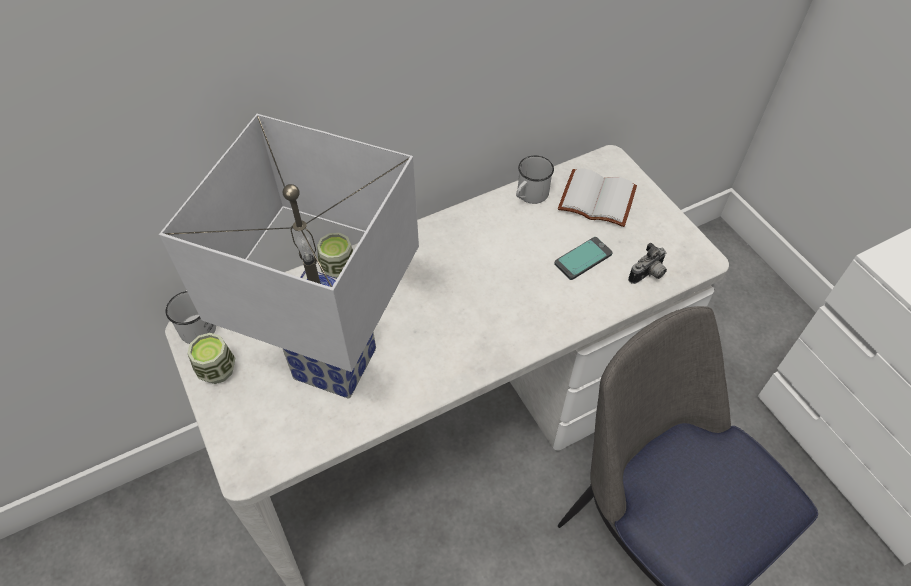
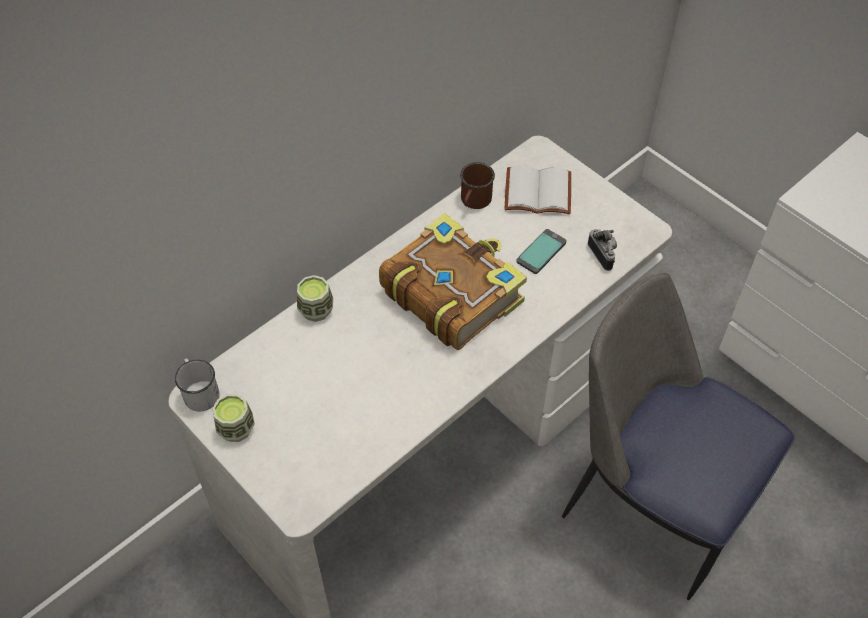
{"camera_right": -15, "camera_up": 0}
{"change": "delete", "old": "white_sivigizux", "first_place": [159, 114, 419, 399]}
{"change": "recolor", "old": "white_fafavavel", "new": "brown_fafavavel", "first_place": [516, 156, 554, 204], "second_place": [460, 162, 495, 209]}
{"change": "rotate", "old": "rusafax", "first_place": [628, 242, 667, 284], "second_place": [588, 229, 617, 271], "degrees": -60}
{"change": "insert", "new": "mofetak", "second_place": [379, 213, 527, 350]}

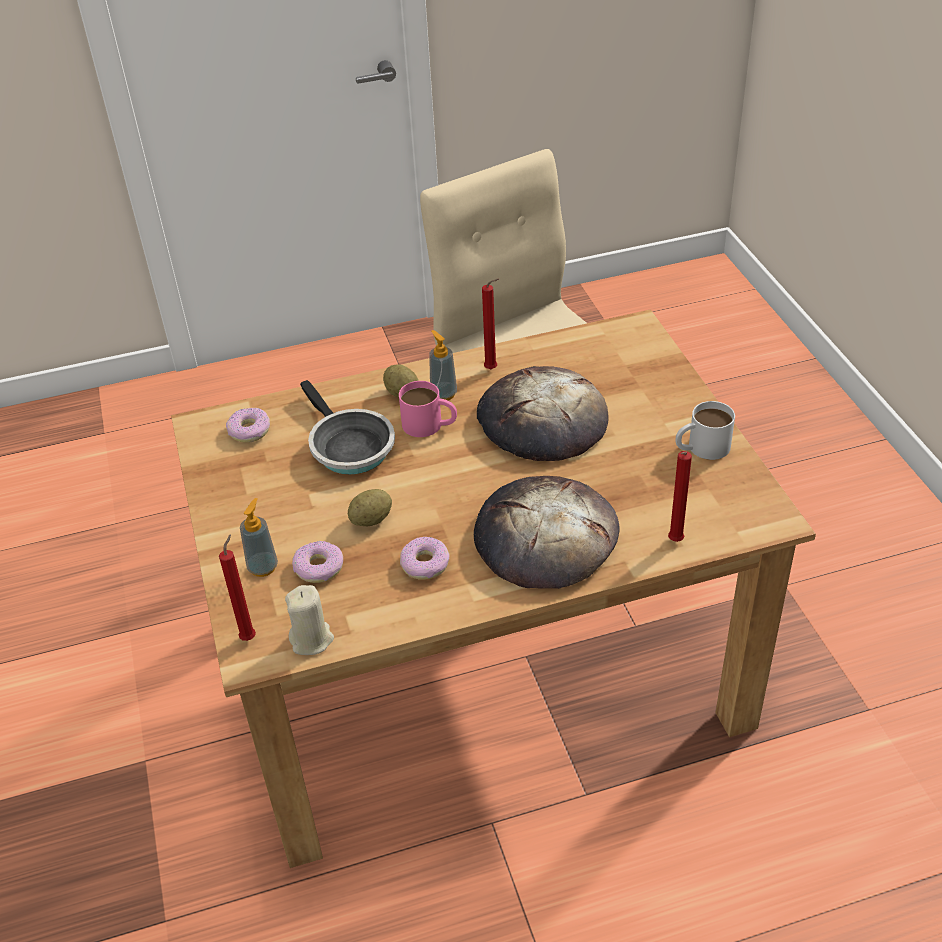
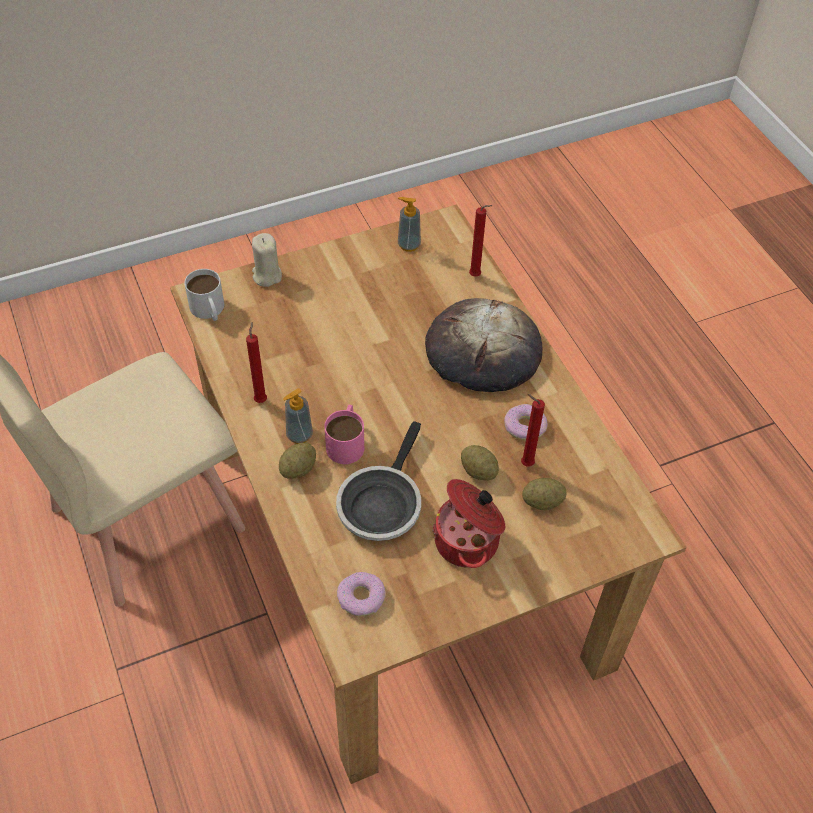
{"camera_right": -100, "camera_up": 10}
{"change": "delete", "old": "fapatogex", "first_place": [477, 366, 609, 461]}
{"change": "rotate", "old": "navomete", "first_place": [300, 380, 395, 475], "second_place": [336, 421, 421, 541], "degrees": 150}
{"change": "move", "old": "white_fafavavel", "first_place": [676, 401, 735, 460], "second_place": [184, 269, 224, 321]}
{"change": "move", "old": "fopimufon", "first_place": [240, 498, 278, 577], "second_place": [398, 197, 421, 252]}
{"change": "move", "old": "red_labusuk", "first_place": [219, 534, 256, 641], "second_place": [521, 394, 545, 467]}
{"change": "replace", "old": "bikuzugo", "new": "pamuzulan", "first_place": [292, 541, 343, 583], "second_place": [522, 478, 567, 510]}
{"change": "move", "old": "beige_labusuk", "first_place": [285, 585, 334, 655], "second_place": [252, 233, 282, 287]}
{"change": "insert", "new": "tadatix", "second_place": [432, 479, 505, 568]}

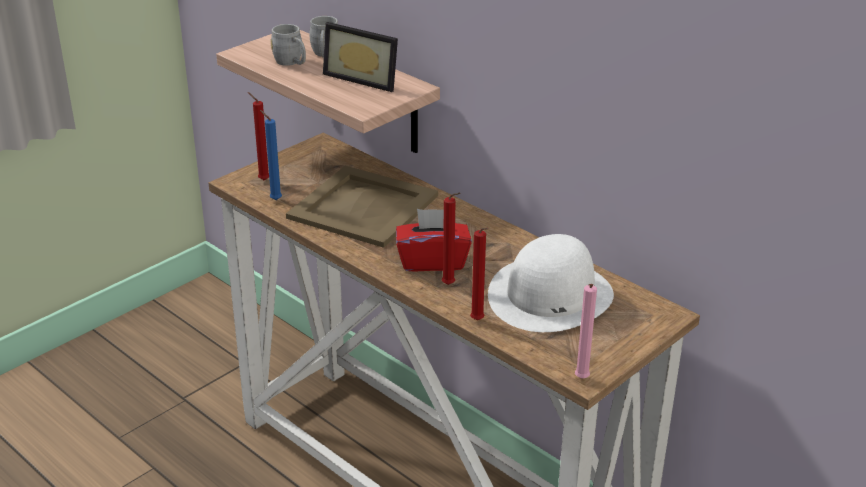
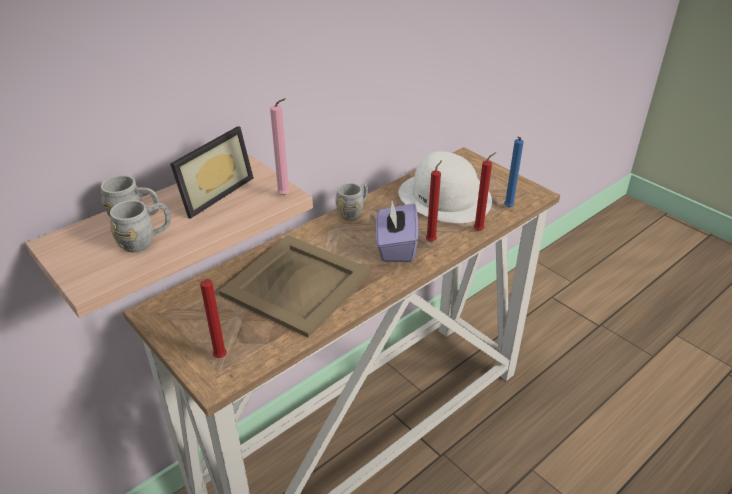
{"camera_right": -85, "camera_up": 5}
{"change": "move", "old": "blue_labusuk", "first_place": [260, 110, 282, 200], "second_place": [504, 137, 524, 207]}
{"change": "recolor", "old": "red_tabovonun", "new": "purple_tabovonun", "first_place": [396, 209, 472, 271], "second_place": [376, 201, 418, 262]}
{"change": "move", "old": "pink_labusuk", "first_place": [575, 284, 597, 379], "second_place": [270, 98, 290, 195]}
{"change": "insert", "new": "grey_fafavavel", "second_place": [335, 183, 368, 220]}

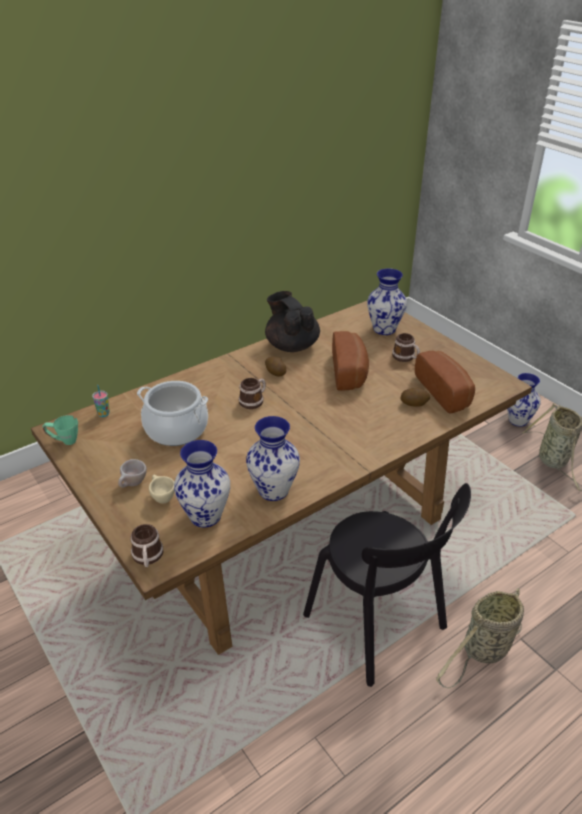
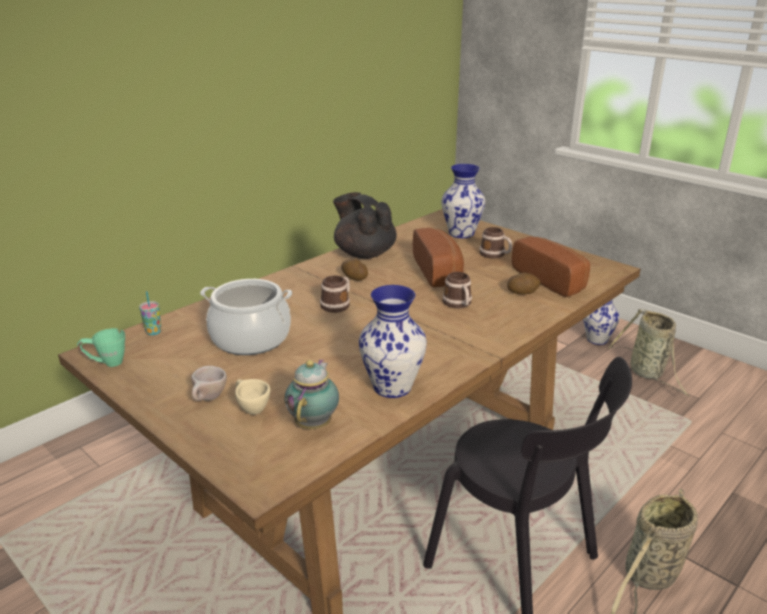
{"camera_right": -10, "camera_up": -10}
{"change": "replace", "old": "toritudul", "new": "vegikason", "first_place": [174, 440, 230, 528], "second_place": [284, 359, 339, 429]}
{"change": "move", "old": "fafavavel", "first_place": [130, 524, 163, 567], "second_place": [442, 272, 472, 308]}

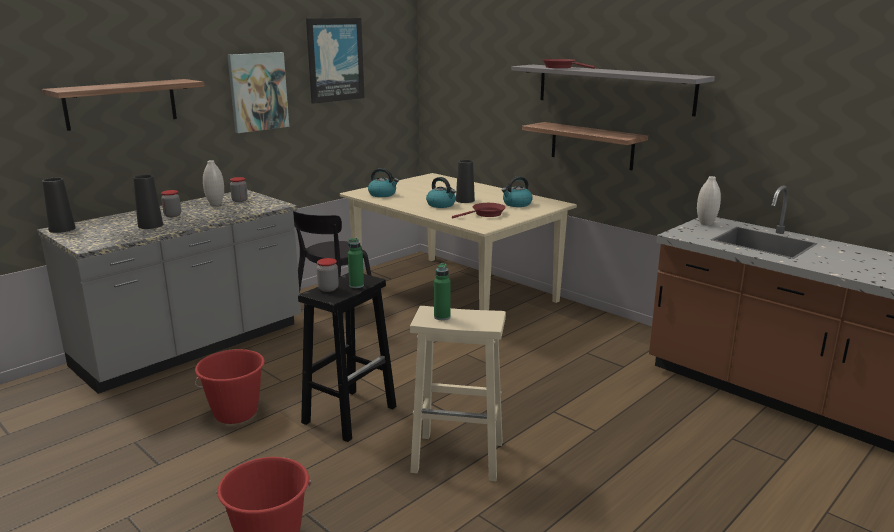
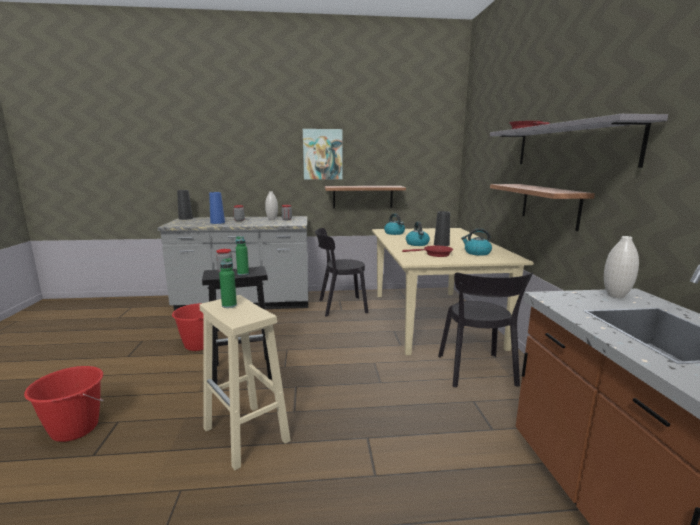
{"camera_right": 40, "camera_up": -5}
{"change": "delete", "old": "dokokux", "first_place": [306, 18, 364, 104]}
{"change": "move", "old": "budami", "first_place": [42, 79, 205, 131], "second_place": [325, 186, 406, 208]}
{"change": "recolor", "old": "black_toritudul", "new": "blue_toritudul", "first_place": [133, 175, 163, 229], "second_place": [209, 192, 225, 224]}
{"change": "insert", "new": "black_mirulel", "second_place": [438, 272, 533, 387]}

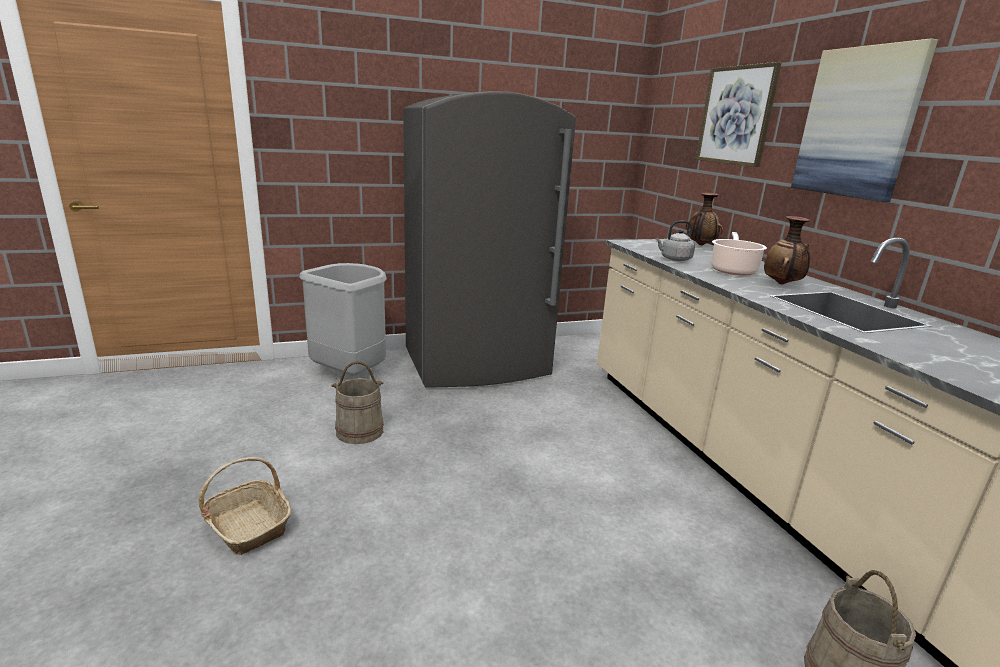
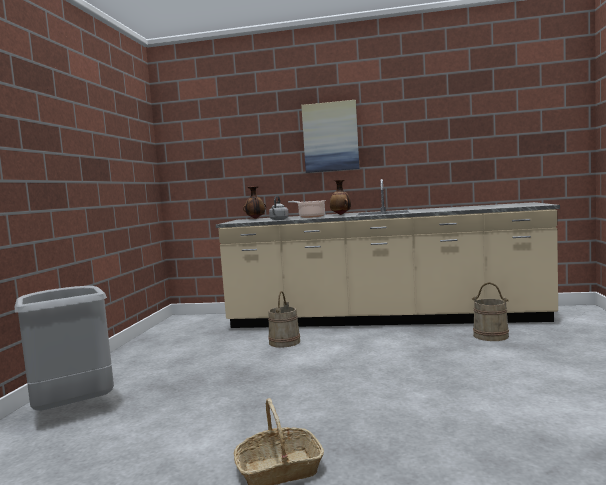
{"camera_right": -60, "camera_up": -15}
{"change": "delete", "old": "dokokux", "first_place": [696, 62, 782, 167]}
{"change": "delete", "old": "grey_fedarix", "first_place": [403, 91, 576, 388]}
{"change": "move", "old": "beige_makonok", "first_place": [331, 361, 384, 444], "second_place": [268, 291, 300, 348]}

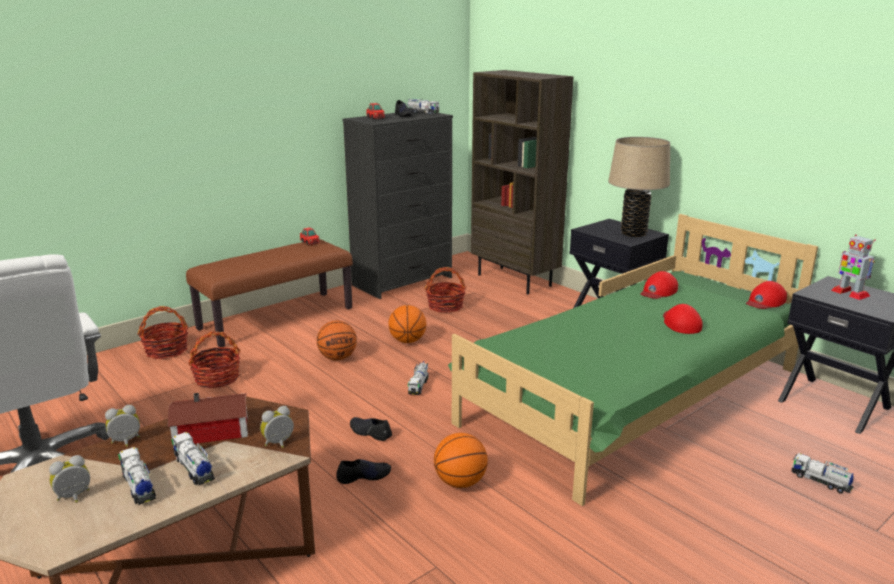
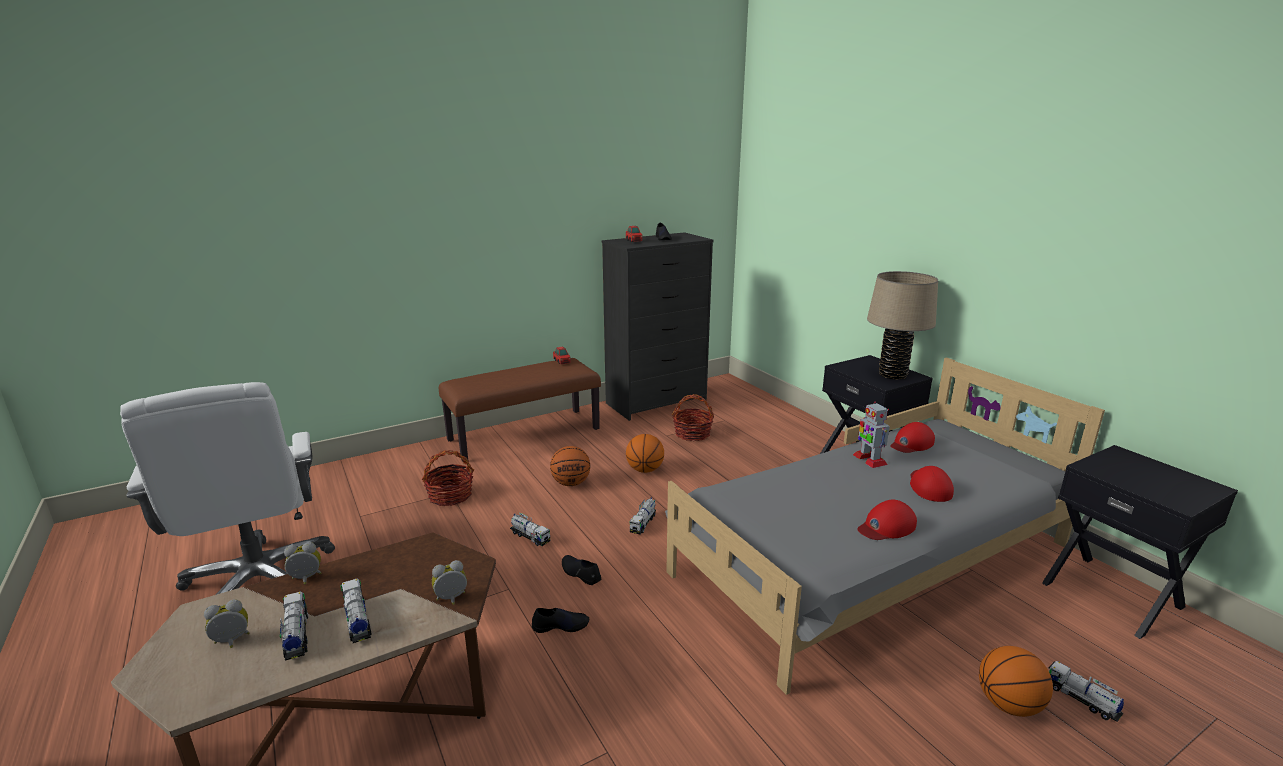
{"camera_right": 10, "camera_up": 0}
{"change": "delete", "old": "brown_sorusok", "first_place": [471, 70, 574, 295]}
{"change": "move", "old": "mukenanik", "first_place": [407, 98, 440, 115], "second_place": [510, 512, 550, 546]}
{"change": "recolor", "old": "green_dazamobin", "new": "grey_dazamobin", "first_place": [448, 214, 818, 506], "second_place": [665, 357, 1105, 695]}
{"change": "move", "old": "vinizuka", "first_place": [831, 235, 876, 300], "second_place": [853, 402, 890, 468]}
{"change": "move", "old": "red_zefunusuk", "first_place": [746, 281, 787, 309], "second_place": [857, 500, 917, 540]}
{"change": "delete", "old": "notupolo", "first_place": [137, 306, 188, 359]}
{"change": "delete", "old": "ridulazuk", "first_place": [167, 393, 248, 444]}
{"change": "move", "old": "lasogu", "first_place": [434, 433, 488, 488], "second_place": [979, 646, 1053, 717]}

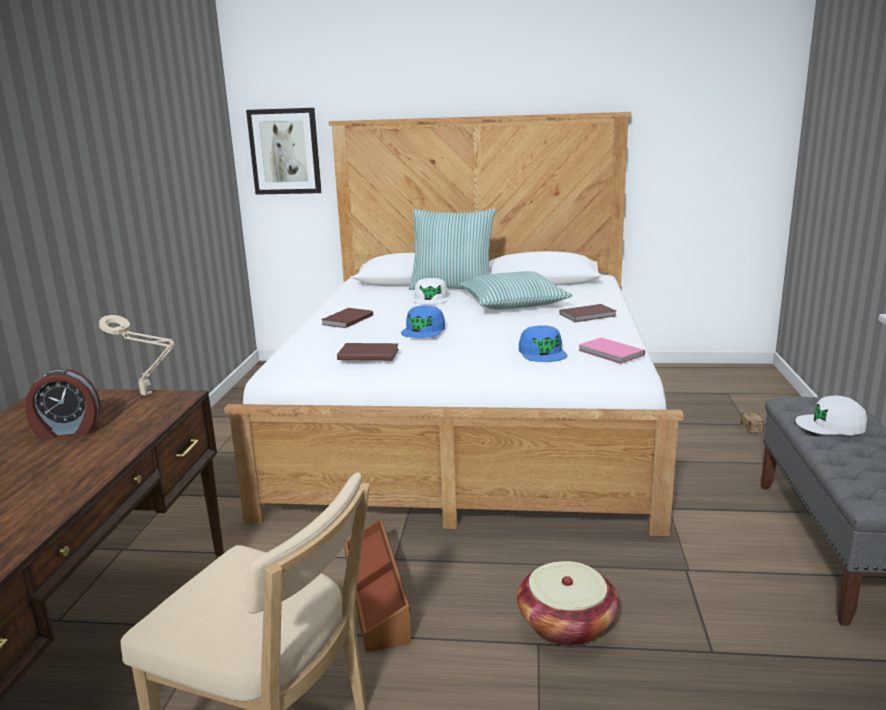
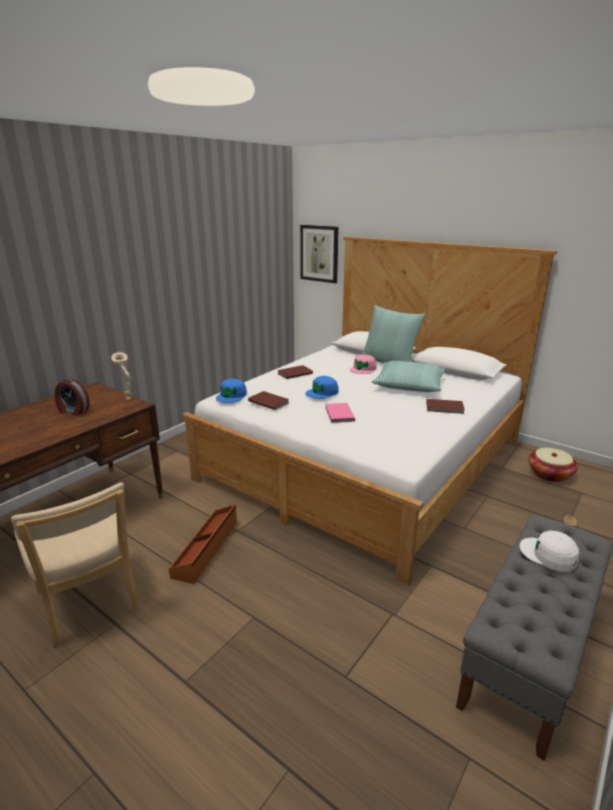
{"camera_right": 30, "camera_up": 5}
{"change": "recolor", "old": "white_zefunusuk", "new": "pink_zefunusuk", "first_place": [414, 278, 448, 304], "second_place": [350, 354, 376, 374]}
{"change": "move", "old": "blue_zefunusuk", "first_place": [519, 325, 567, 362], "second_place": [216, 379, 247, 403]}
{"change": "move", "old": "pink_mofetak", "first_place": [578, 337, 645, 364], "second_place": [325, 403, 355, 423]}
{"change": "move", "old": "notupolo", "first_place": [517, 561, 619, 646], "second_place": [528, 448, 578, 482]}

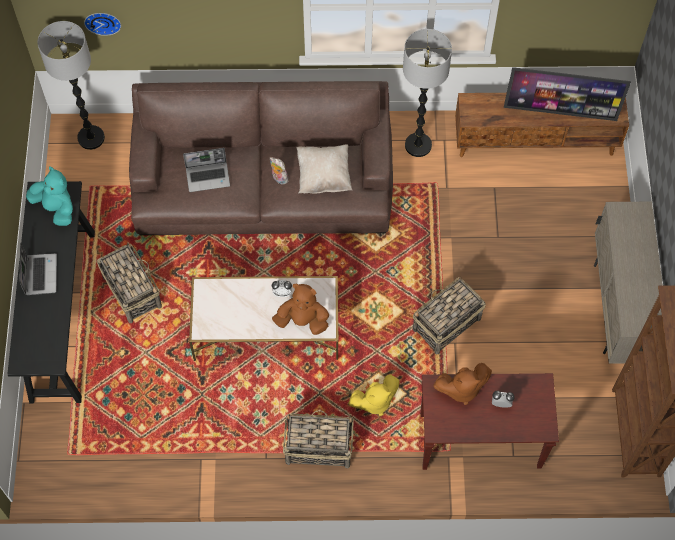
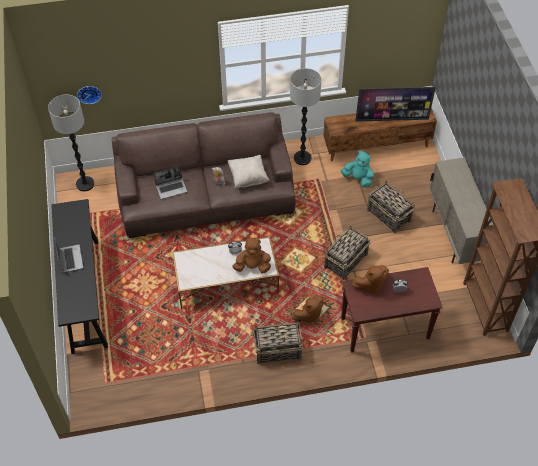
{"camera_right": -10, "camera_up": -10}
{"change": "move", "old": "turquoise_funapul", "first_place": [26, 166, 73, 226], "second_place": [341, 150, 374, 187]}
{"change": "move", "old": "notupolo", "first_place": [97, 242, 162, 323], "second_place": [367, 180, 415, 234]}
{"change": "recolor", "old": "yellow_funapul", "new": "brown_funapul", "first_place": [348, 375, 400, 416], "second_place": [292, 295, 324, 324]}

